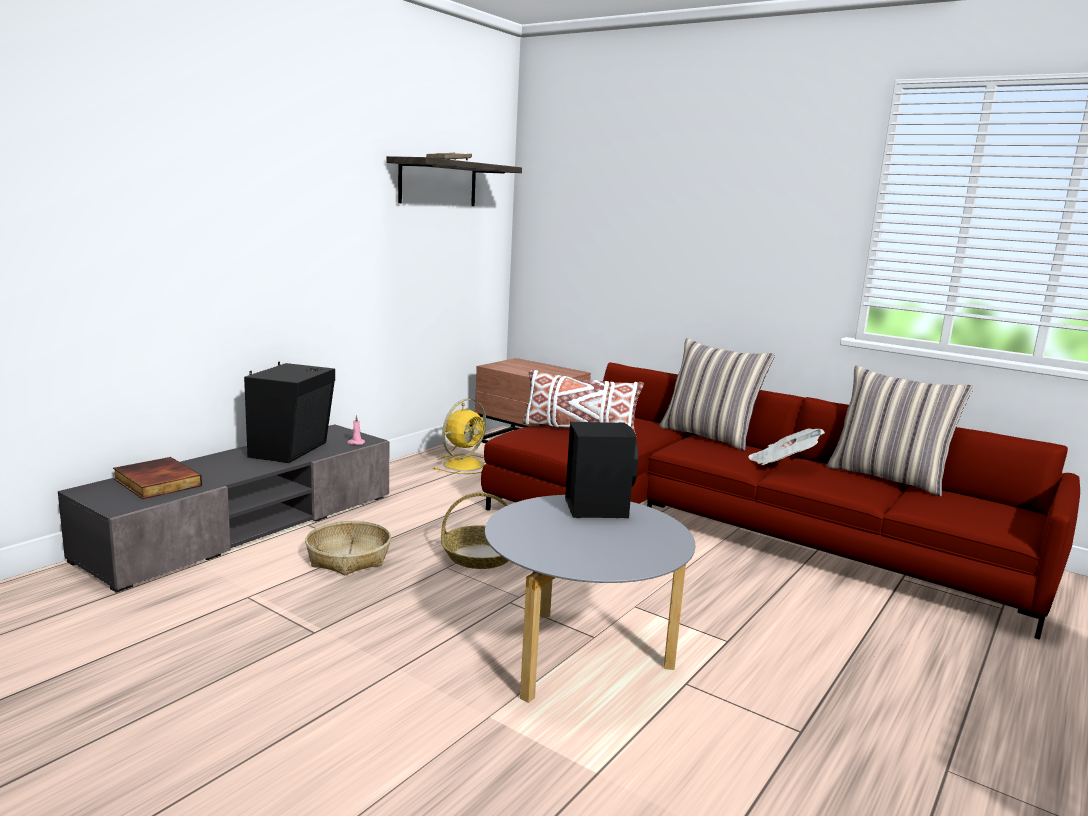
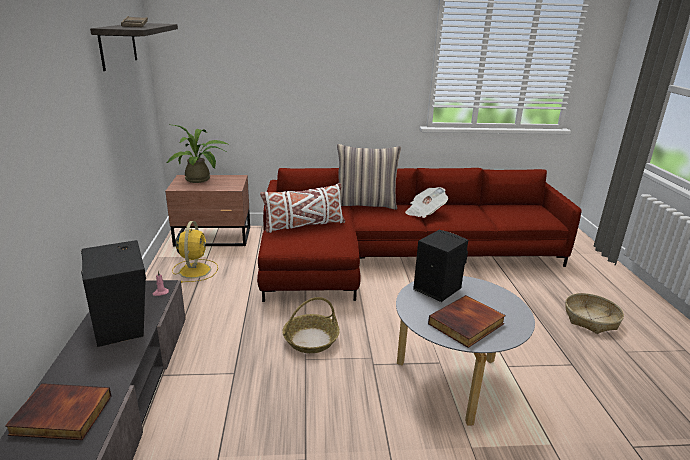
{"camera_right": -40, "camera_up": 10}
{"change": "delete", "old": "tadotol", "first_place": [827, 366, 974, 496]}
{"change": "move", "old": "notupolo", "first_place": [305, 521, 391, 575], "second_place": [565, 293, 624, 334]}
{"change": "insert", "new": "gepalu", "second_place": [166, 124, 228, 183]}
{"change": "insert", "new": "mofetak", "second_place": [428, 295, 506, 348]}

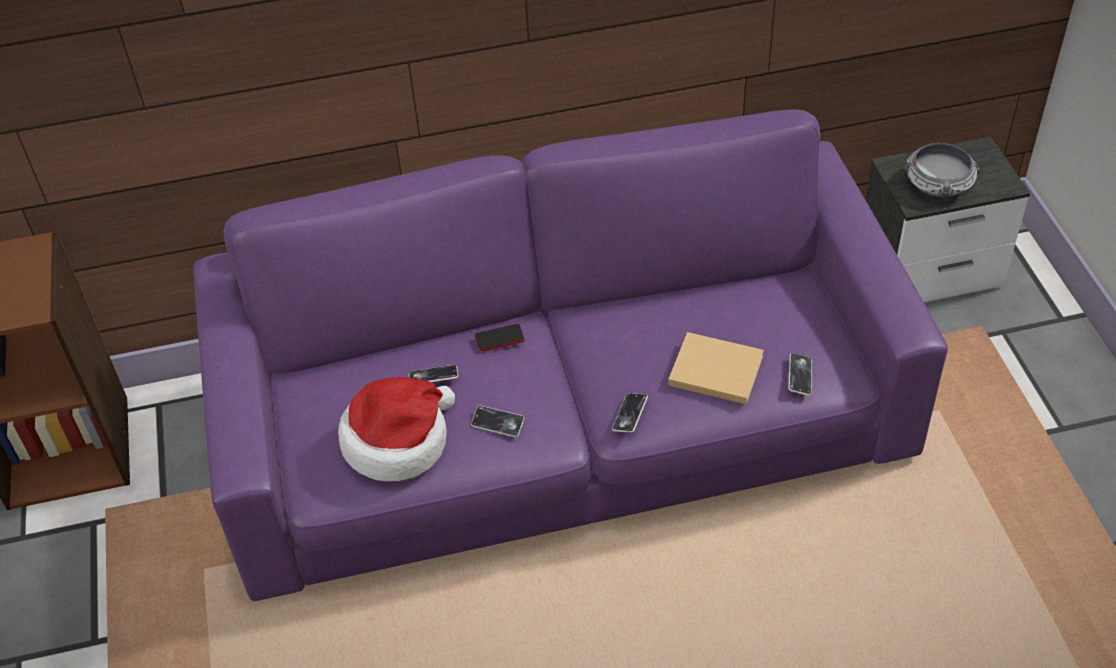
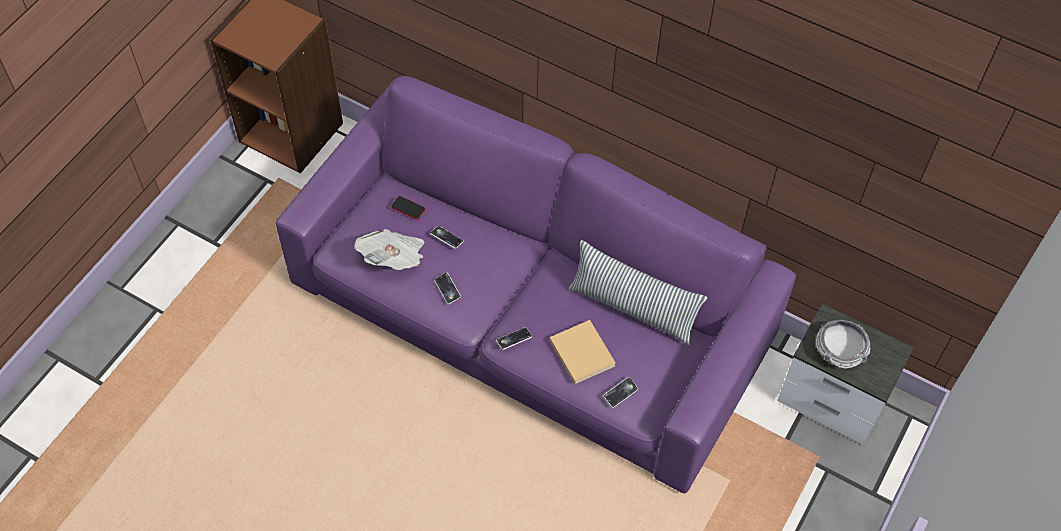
{"camera_right": 40, "camera_up": 10}
{"change": "move", "old": "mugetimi", "first_place": [474, 324, 525, 352], "second_place": [391, 196, 425, 220]}
{"change": "replace", "old": "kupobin", "new": "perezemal", "first_place": [338, 377, 455, 482], "second_place": [355, 229, 424, 270]}
{"change": "insert", "new": "tadotol", "second_place": [568, 240, 707, 345]}

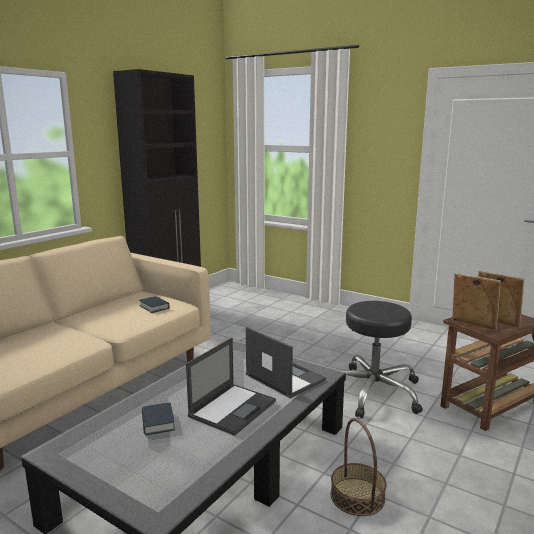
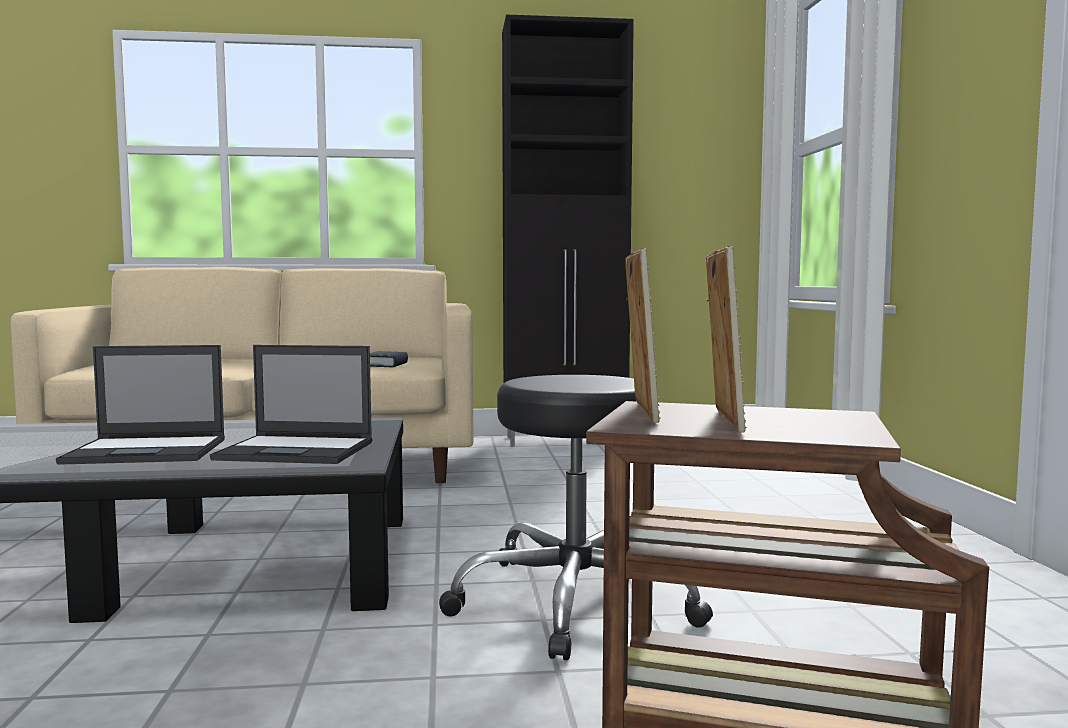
{"camera_right": 50, "camera_up": -10}
{"change": "rotate", "old": "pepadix", "first_place": [246, 327, 326, 398], "second_place": [210, 345, 372, 464], "degrees": 90}
{"change": "delete", "old": "mofetak", "first_place": [142, 402, 175, 436]}
{"change": "delete", "old": "notupolo", "first_place": [331, 418, 387, 516]}

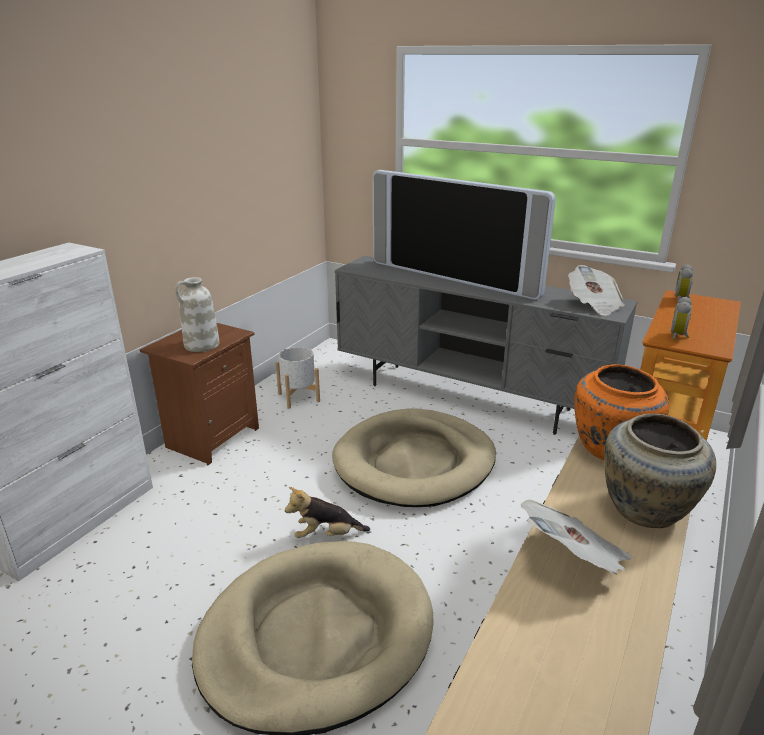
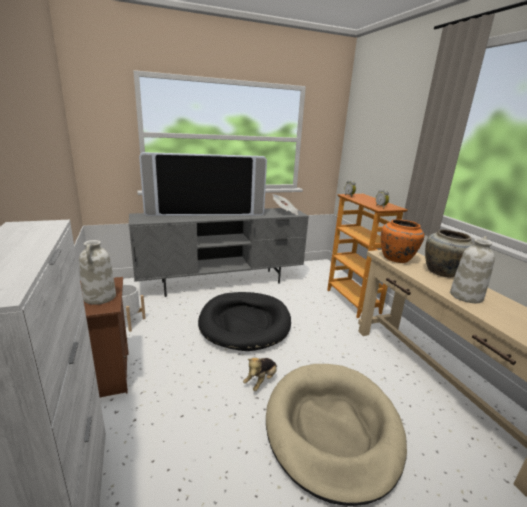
{"camera_right": -50, "camera_up": -5}
{"change": "recolor", "old": "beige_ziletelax", "new": "black_ziletelax", "first_place": [332, 408, 496, 507], "second_place": [198, 292, 291, 351]}
{"change": "replace", "old": "perezemal", "new": "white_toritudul", "first_place": [520, 500, 633, 574], "second_place": [450, 236, 495, 303]}

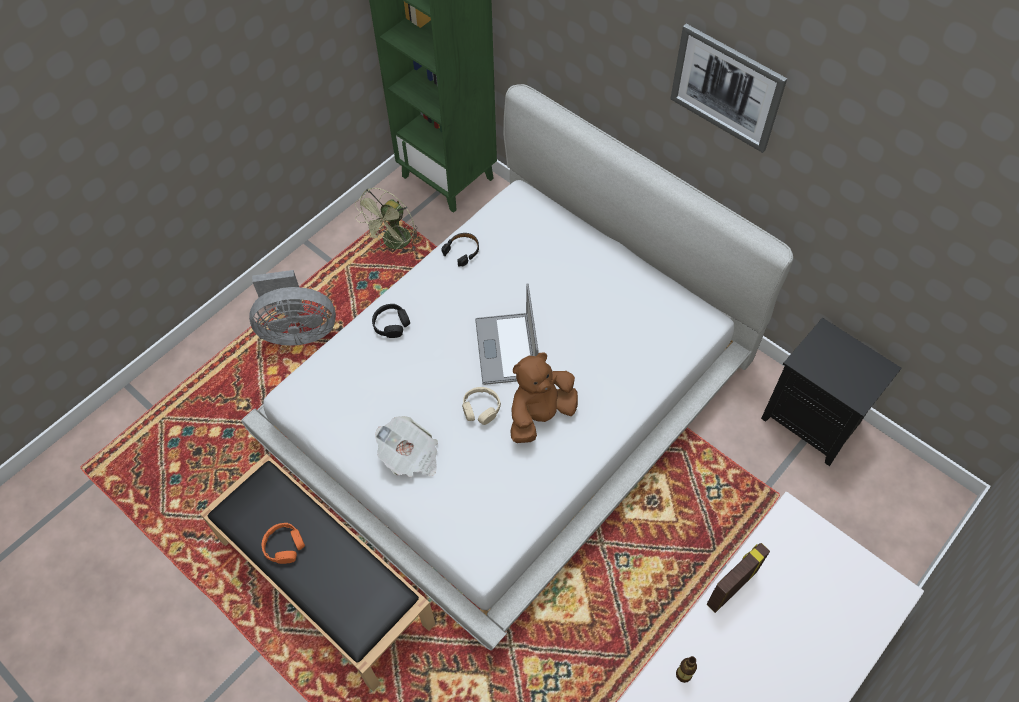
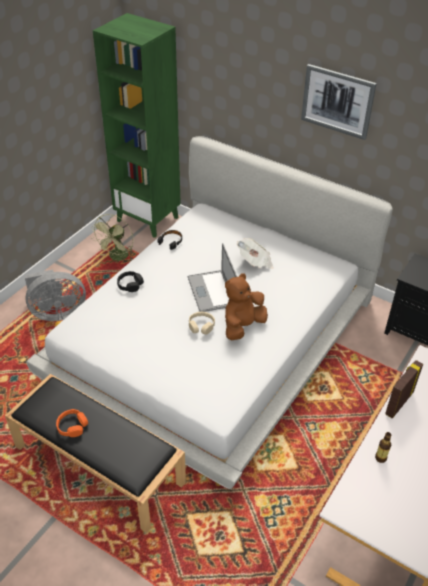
{"camera_right": -10, "camera_up": -15}
{"change": "move", "old": "perezemal", "first_place": [375, 416, 438, 477], "second_place": [237, 238, 273, 269]}

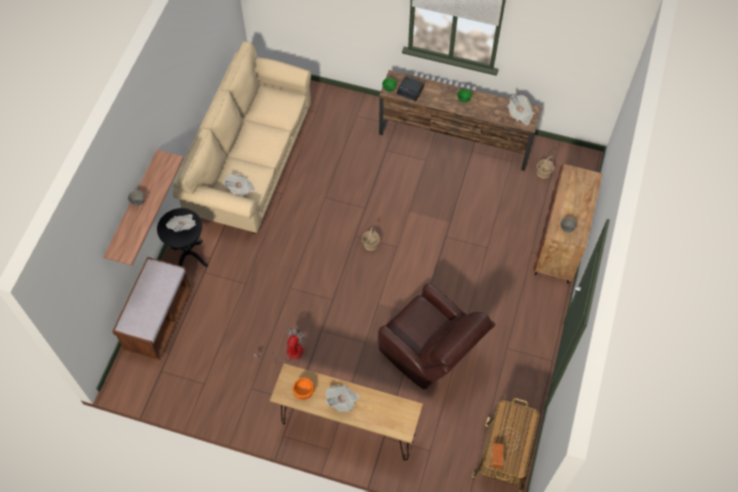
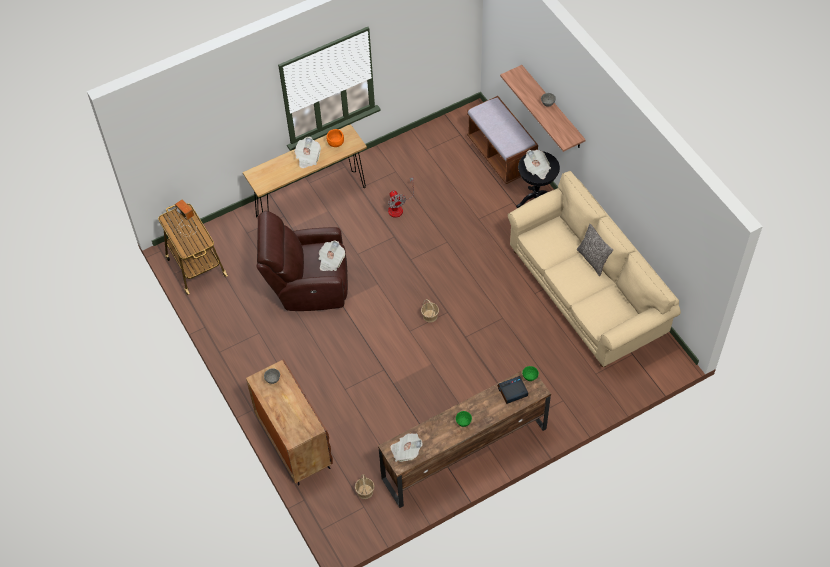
{"camera_right": 135, "camera_up": -5}
{"change": "move", "old": "perezemal", "first_place": [224, 173, 256, 196], "second_place": [318, 241, 345, 271]}
{"change": "insert", "new": "tadotol", "second_place": [577, 224, 613, 276]}

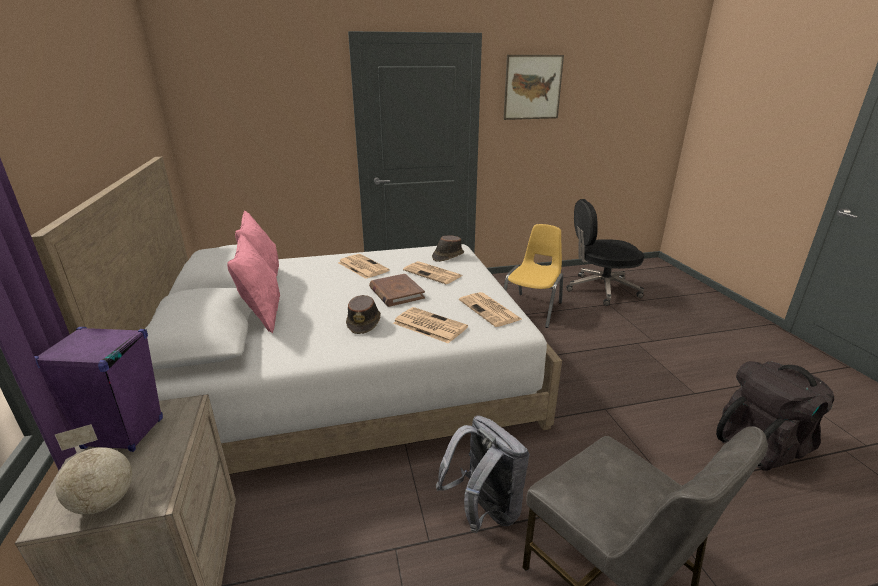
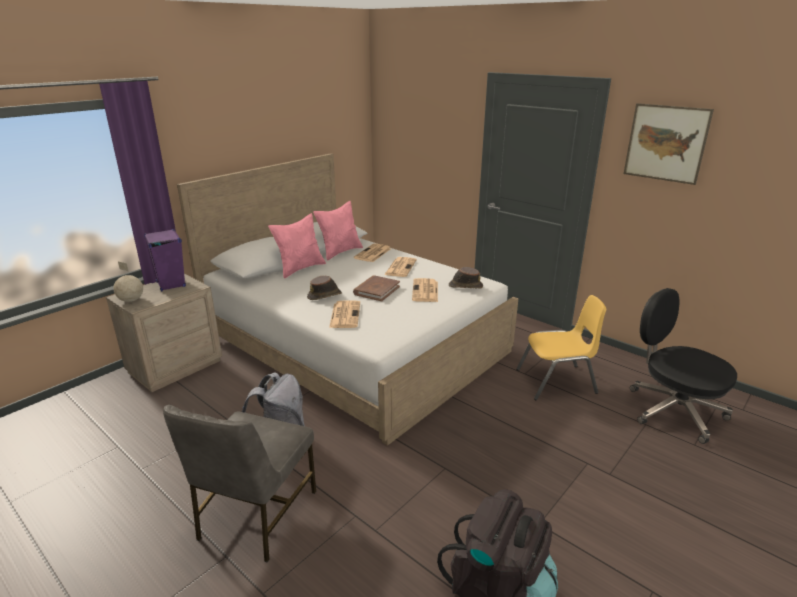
{"camera_right": 55, "camera_up": 0}
{"change": "move", "old": "perezemal", "first_place": [459, 292, 523, 327], "second_place": [353, 243, 391, 262]}

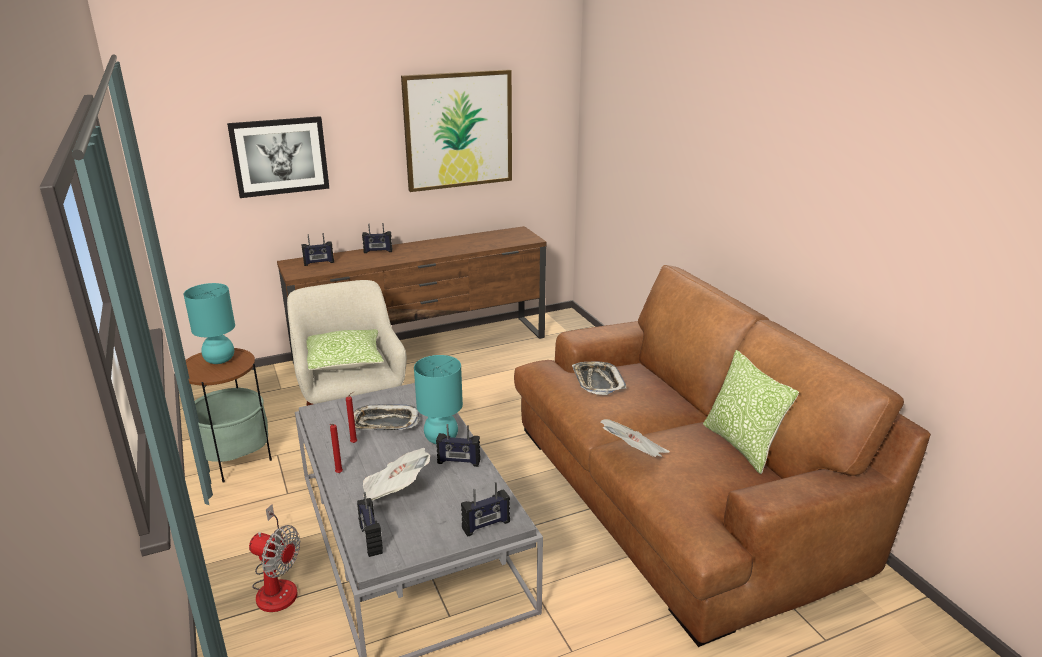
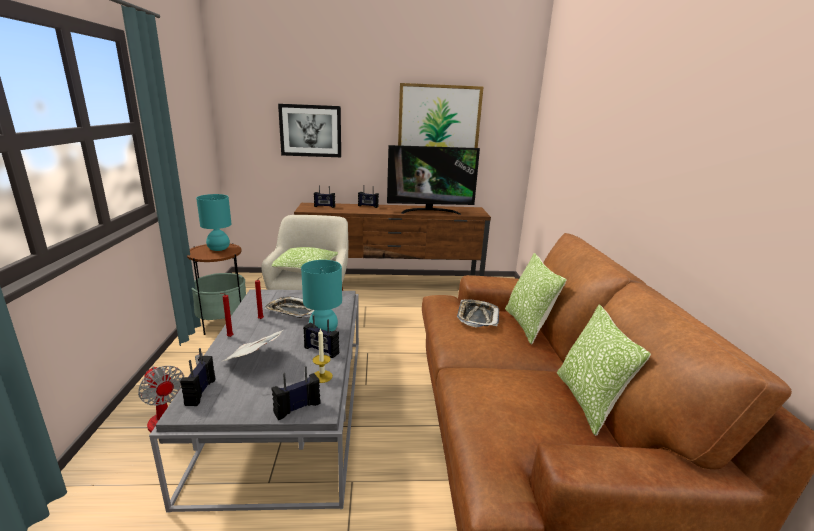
{"camera_right": 20, "camera_up": -5}
{"change": "delete", "old": "perezemal", "first_place": [600, 419, 670, 457]}
{"change": "rotate", "old": "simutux", "first_place": [461, 482, 510, 537], "second_place": [272, 366, 320, 420], "degrees": 150}
{"change": "insert", "new": "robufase", "second_place": [387, 145, 480, 215]}
{"change": "insert", "new": "tadotol", "second_place": [505, 253, 567, 345]}
{"change": "insert", "new": "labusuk", "second_place": [313, 328, 333, 383]}

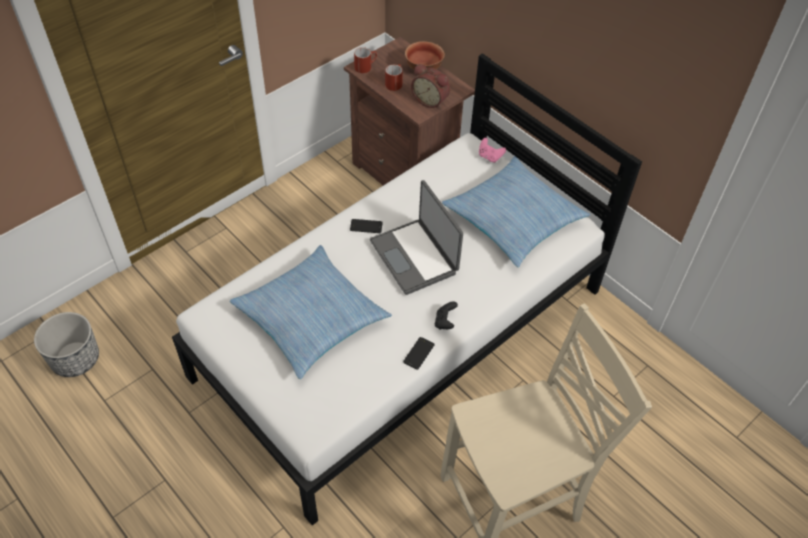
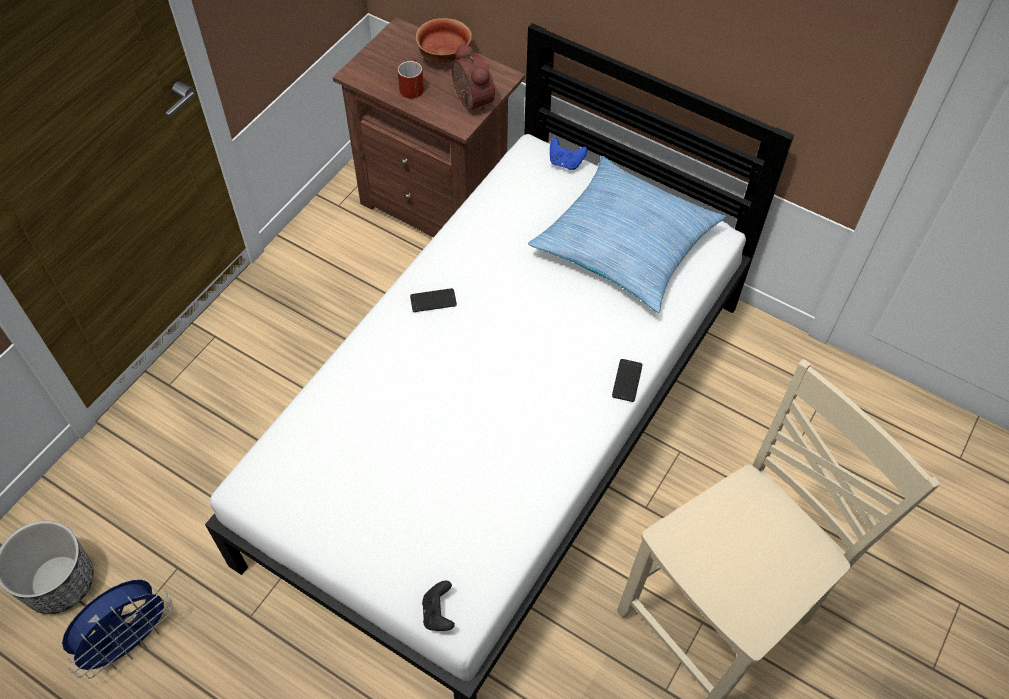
{"camera_right": -15, "camera_up": 5}
{"change": "delete", "old": "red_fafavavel", "first_place": [354, 47, 377, 73]}
{"change": "rotate", "old": "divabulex", "first_place": [411, 64, 450, 109], "second_place": [451, 43, 495, 113], "degrees": -135}
{"change": "recolor", "old": "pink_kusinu", "new": "blue_kusinu", "first_place": [479, 138, 506, 163], "second_place": [550, 138, 587, 170]}
{"change": "delete", "old": "pepadix", "first_place": [370, 180, 463, 295]}
{"change": "delete", "old": "tadotol", "first_place": [230, 245, 392, 379]}
{"change": "move", "old": "black_kusinu", "first_place": [435, 301, 458, 329], "second_place": [422, 581, 455, 631]}
{"change": "move", "old": "mugetimi", "first_place": [403, 337, 435, 370], "second_place": [612, 359, 642, 402]}
{"change": "insert", "new": "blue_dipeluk", "second_place": [62, 580, 172, 678]}

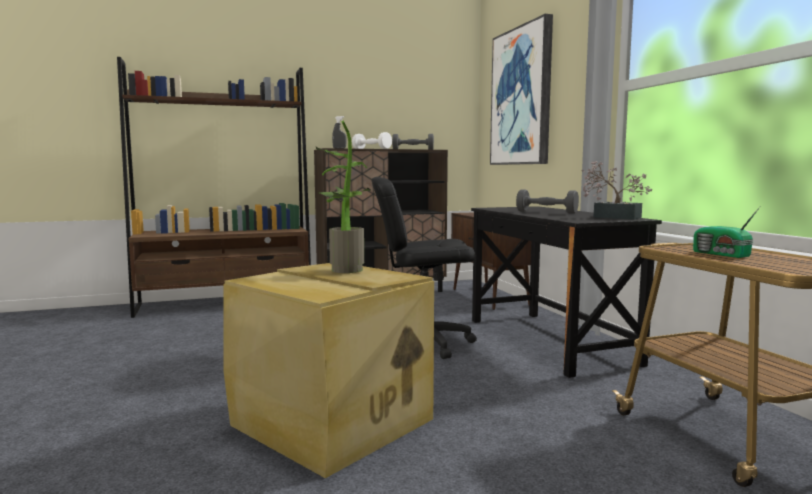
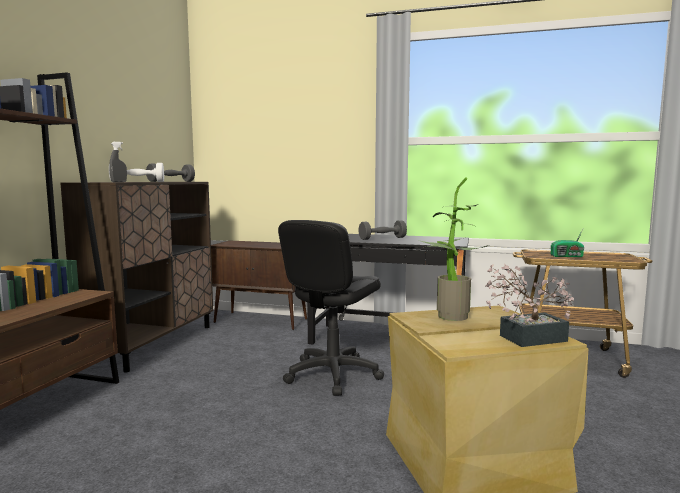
{"camera_right": -55, "camera_up": 0}
{"change": "delete", "old": "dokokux", "first_place": [490, 14, 553, 165]}
{"change": "move", "old": "gepalu", "first_place": [582, 161, 652, 220], "second_place": [485, 264, 574, 347]}

